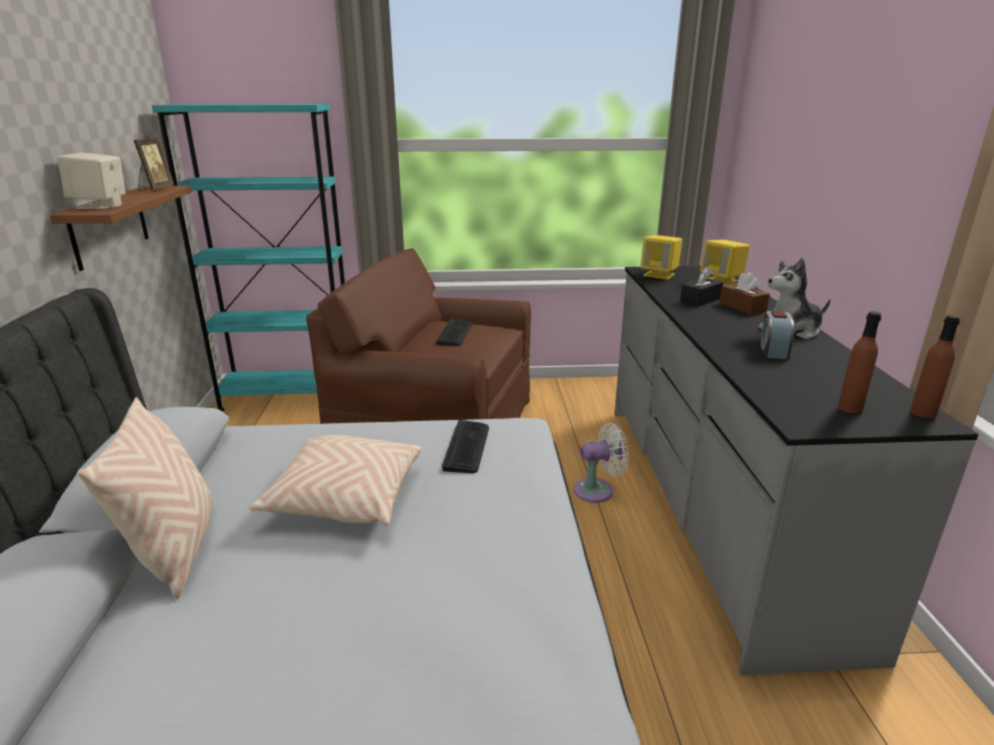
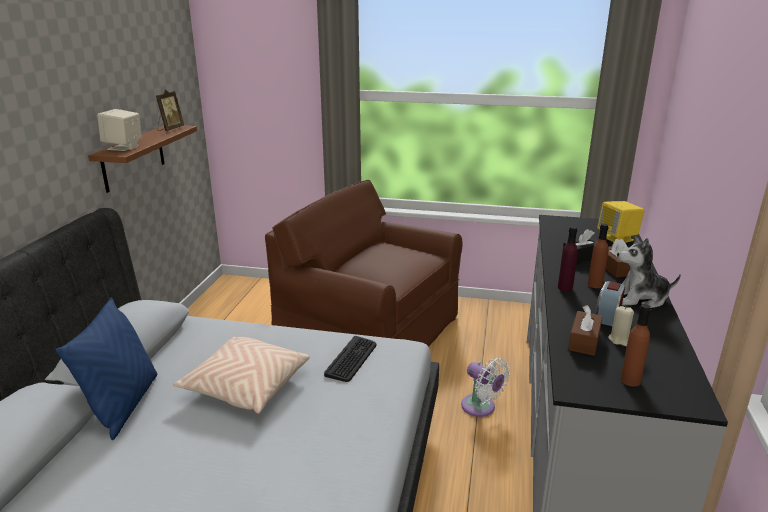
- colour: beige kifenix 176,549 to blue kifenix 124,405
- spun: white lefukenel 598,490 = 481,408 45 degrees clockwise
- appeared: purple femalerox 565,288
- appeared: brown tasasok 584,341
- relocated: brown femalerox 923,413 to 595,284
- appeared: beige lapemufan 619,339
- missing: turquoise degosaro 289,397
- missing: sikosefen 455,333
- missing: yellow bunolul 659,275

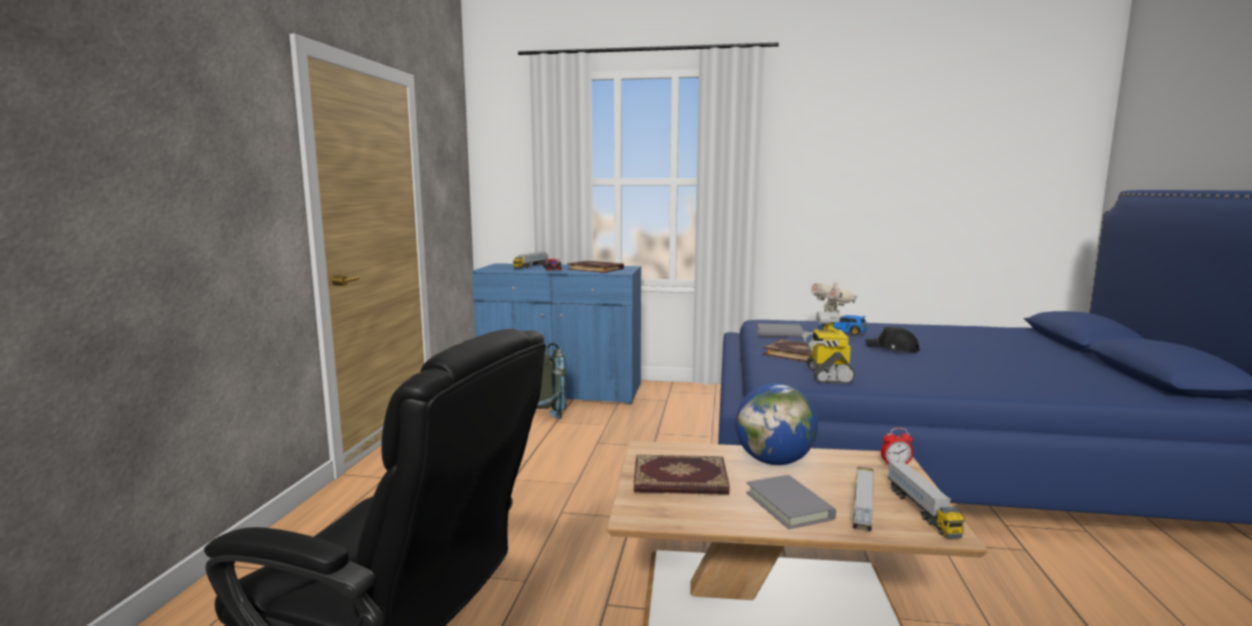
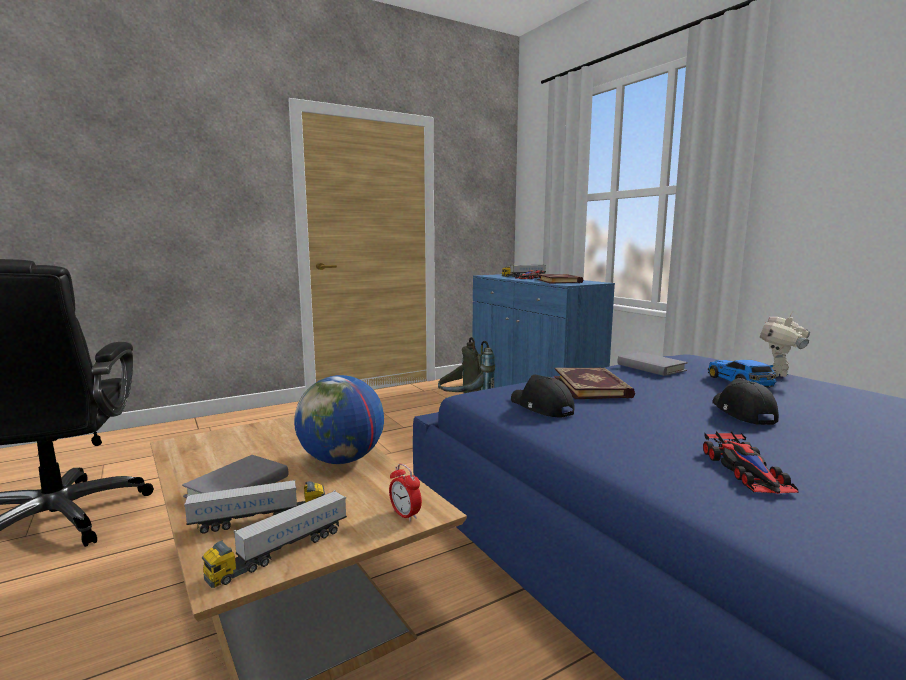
- exchanged: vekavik 827,375 to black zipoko 541,407
- appeared: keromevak 746,470
- missing: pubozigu 680,480

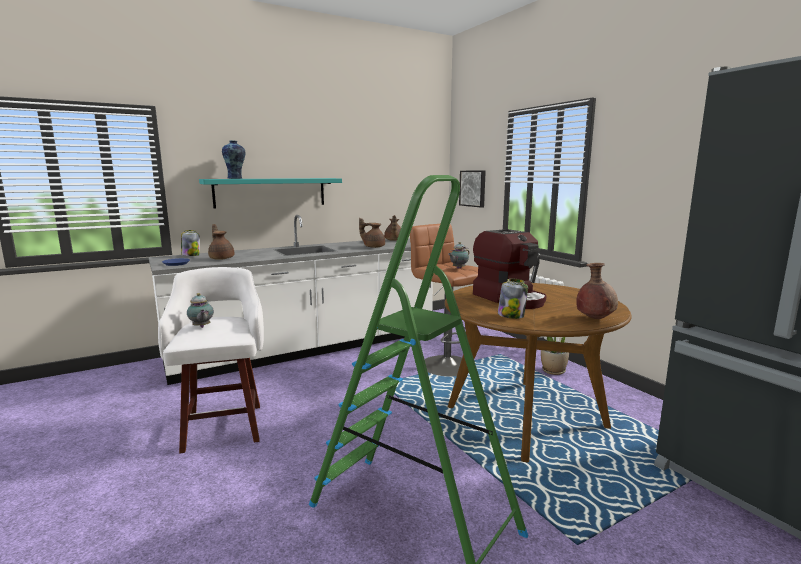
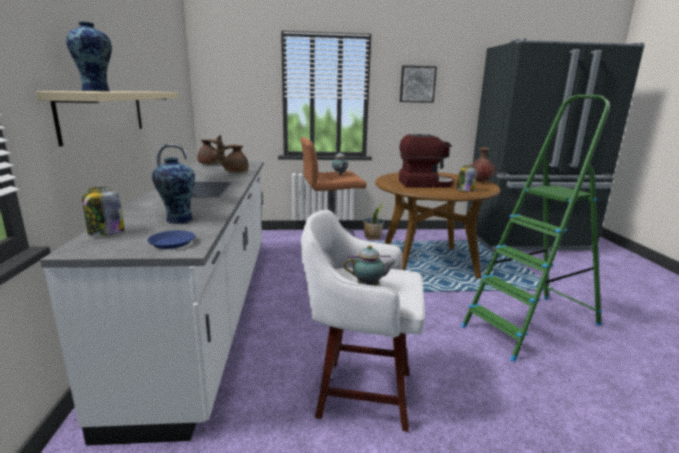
- colour: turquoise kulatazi 270,192 to beige kulatazi 104,113
- exchanged: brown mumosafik 221,258 to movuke 178,220
- relocated: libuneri 473,188 to 417,84

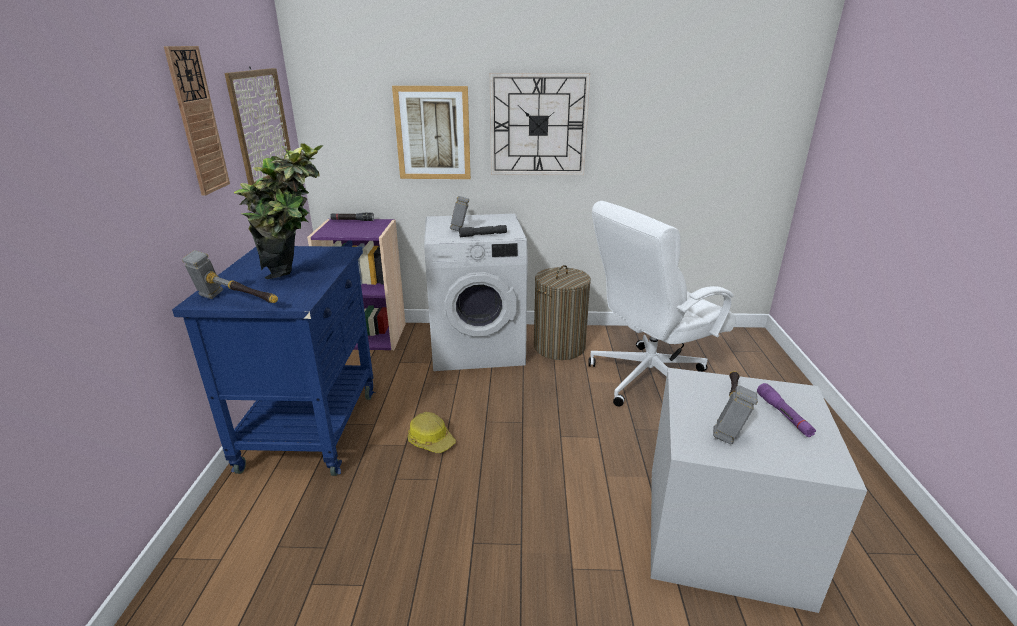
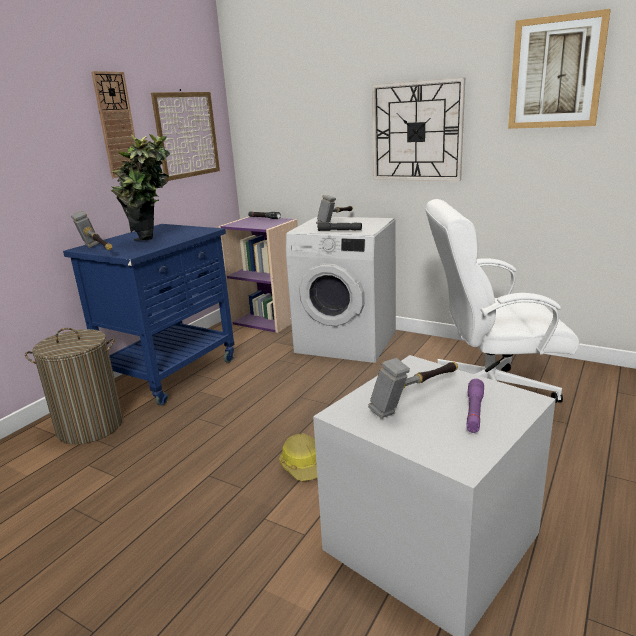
- relocated: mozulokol 559,347 to 90,426
- relocated: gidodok 431,440 to 304,466
- relocated: libuneri 433,133 to 556,73

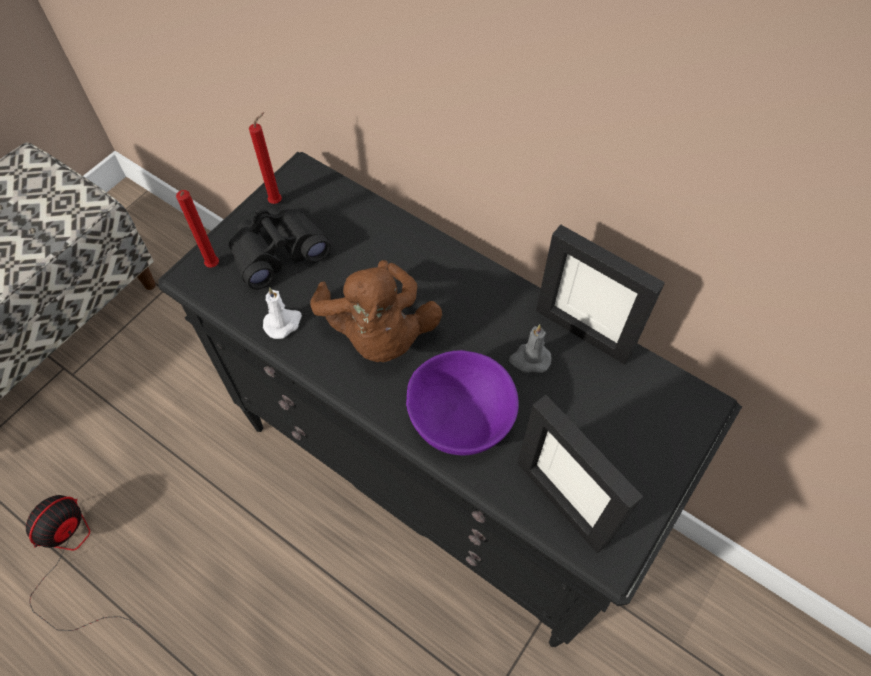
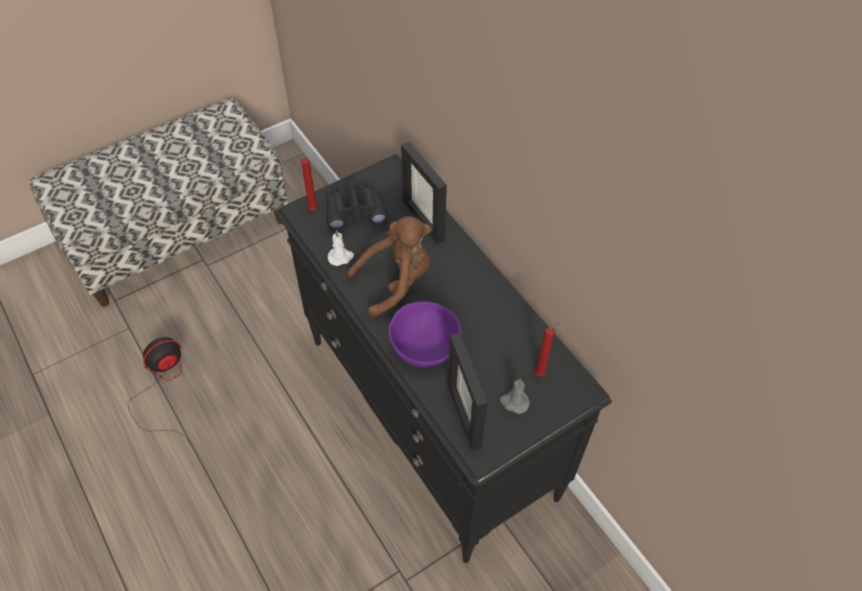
- spun: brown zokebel 378,333 = 396,281 120 degrees counterclockwise
- relocated: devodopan 584,331 to 424,220
- relocated: grey lapemufan 529,359 to 514,402
- relocated: red lapemufan 277,201 to 541,373

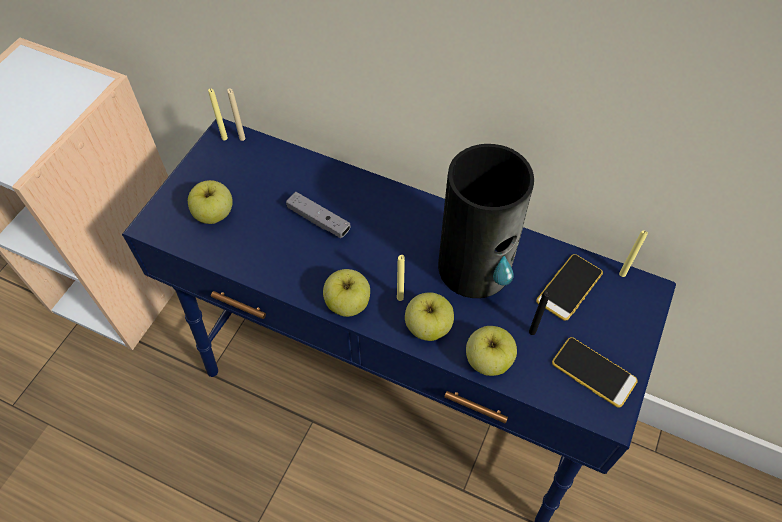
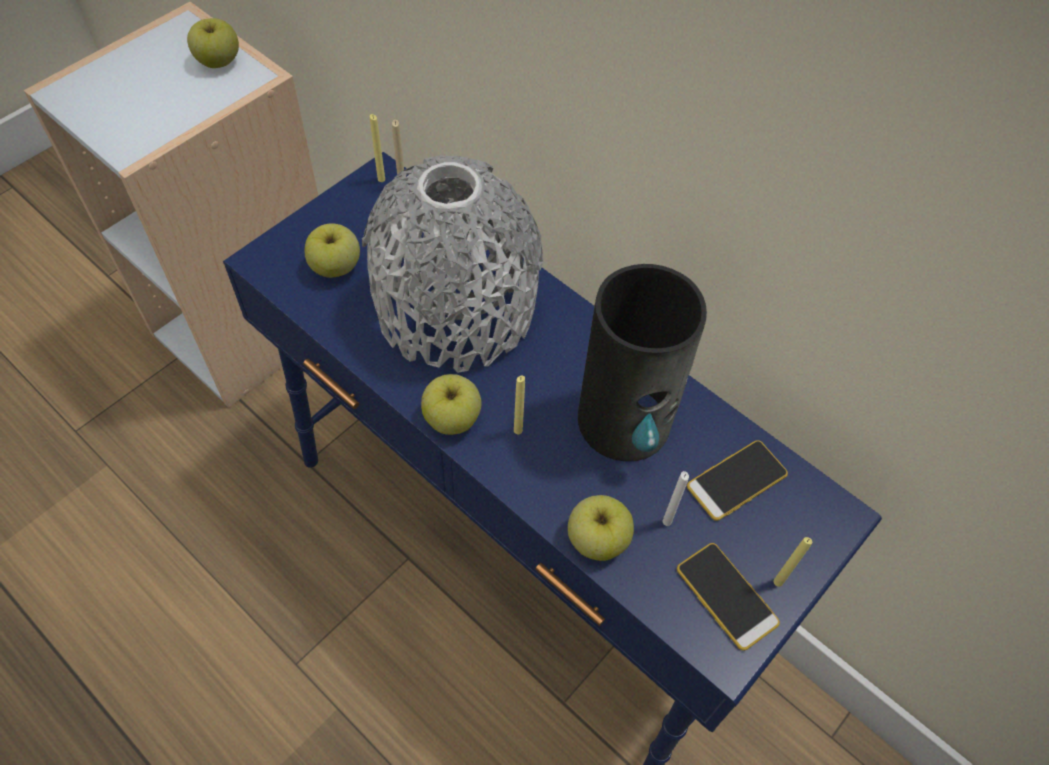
- relocated: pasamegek 428,327 to 218,61
- exchanged: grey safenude 318,220 to grey movuke 455,308
- colour: black lapemufan 532,332 to white lapemufan 667,521
- relocated: yellow lapemufan 622,274 to 778,582

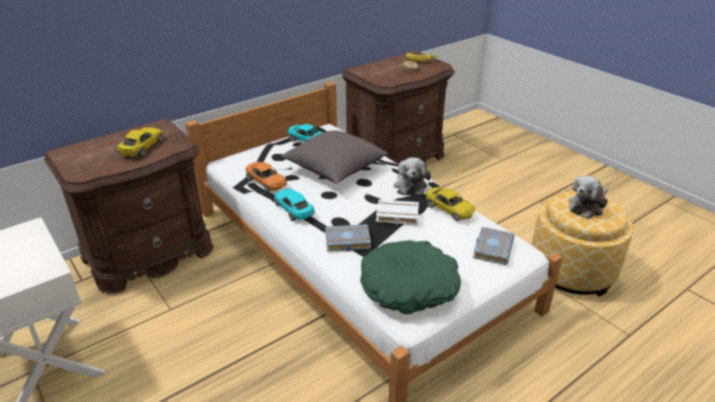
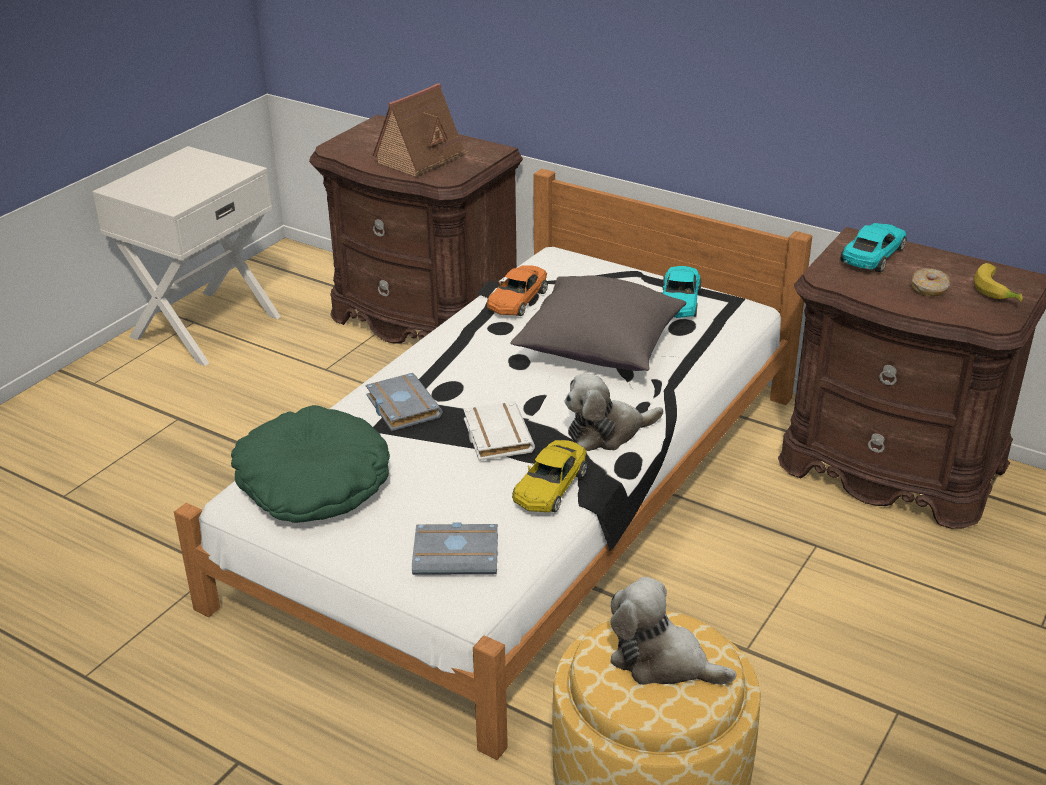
- exchanged: yellow keromevak 142,147 to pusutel 422,158
- relocated: turquoise keromevak 294,209 to 872,256

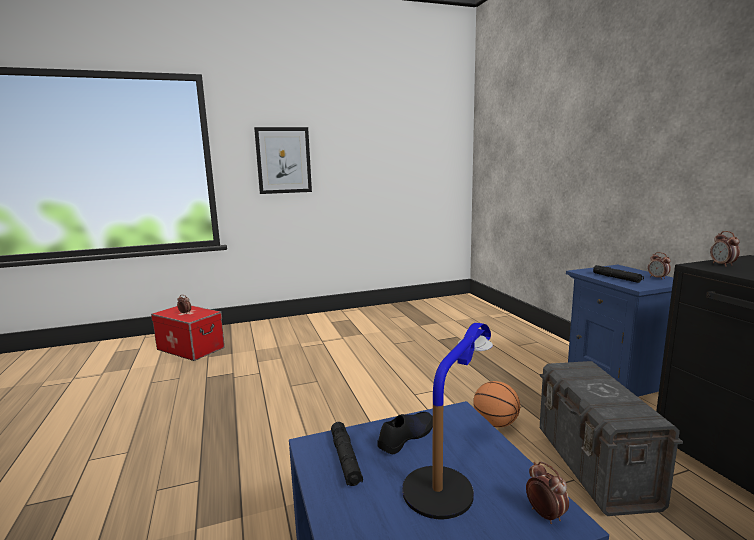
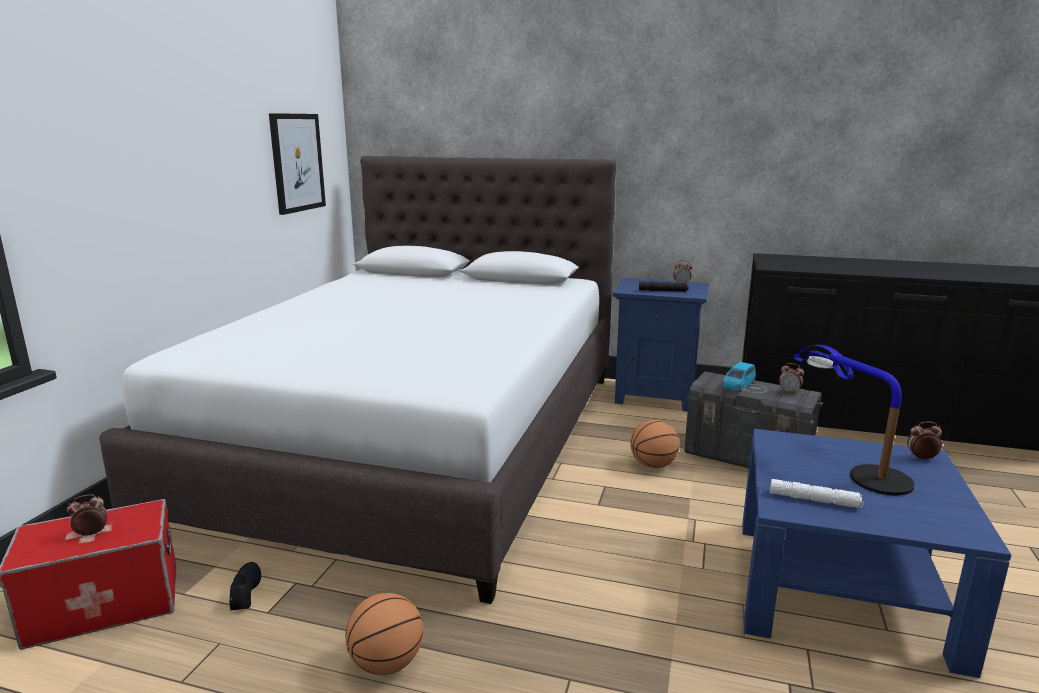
- appeared: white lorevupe 419,439
- relocated: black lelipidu 406,437 to 244,591
- relocated: libuneri 283,160 to 297,162
- appeared: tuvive 386,663
- appeared: blue keromevak 738,385
- colour: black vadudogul 345,459 to white vadudogul 814,500
- relocated: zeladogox 722,265 to 789,392

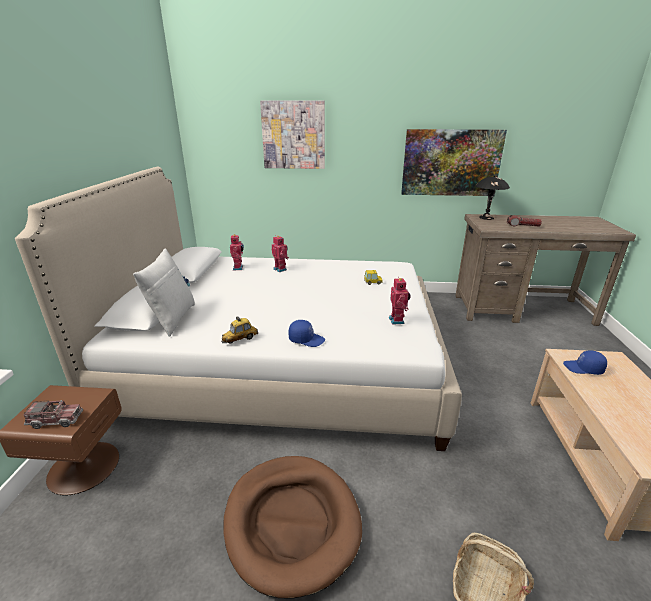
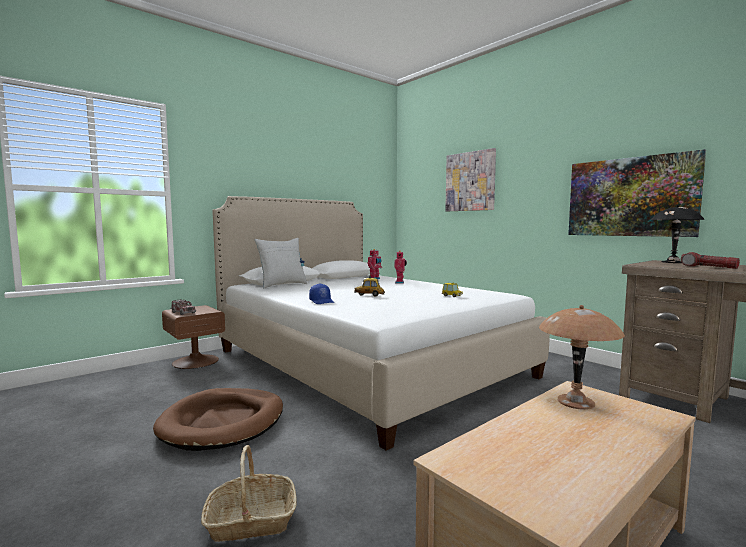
- relocated: keromevak 240,339 to 369,295
- exchanged: blue zipoko 583,368 to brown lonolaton 576,402
- missing: vekavik 397,320

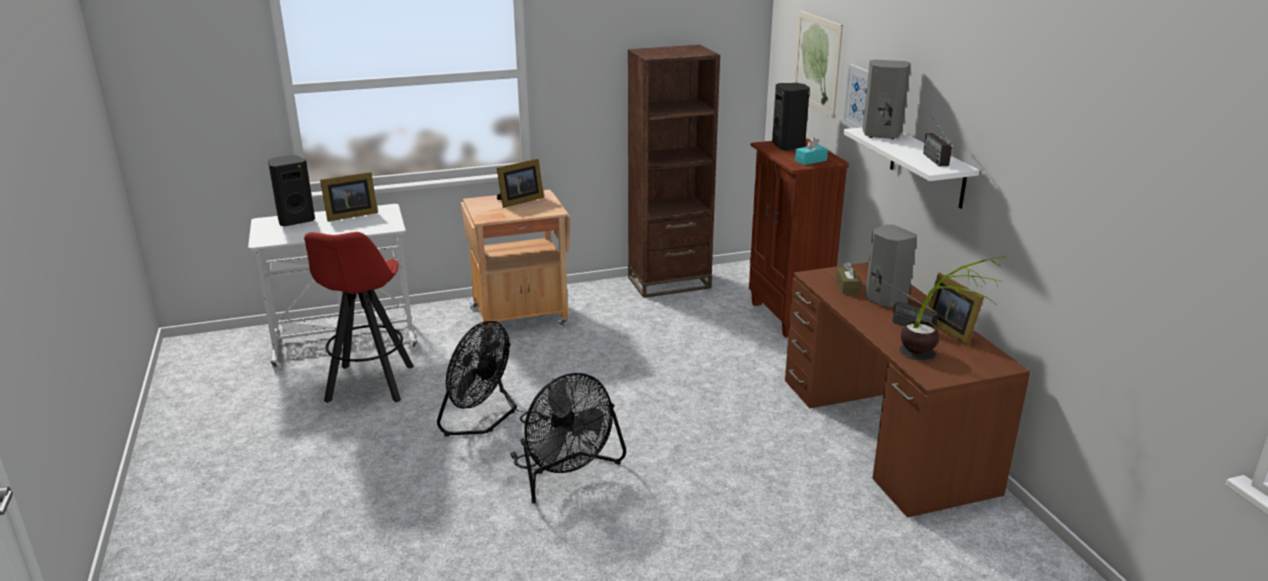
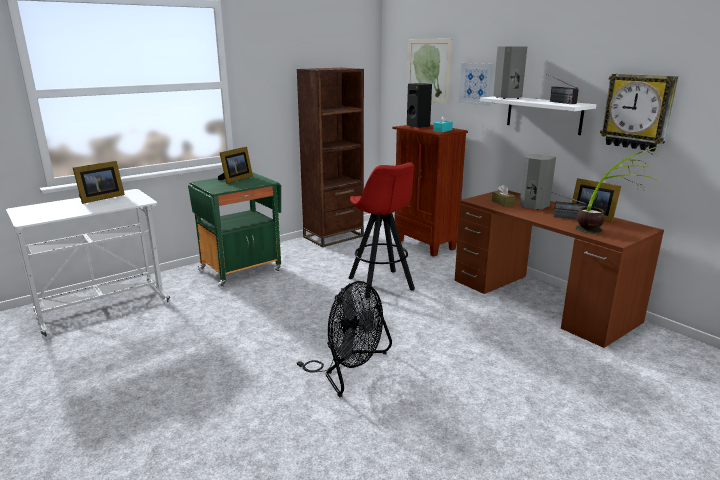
- colour: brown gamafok 520,317 to green gamafok 241,270
- relocated: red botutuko 369,385 to 381,284
- appeared: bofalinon 637,112
- missing: black bunolul 295,220
- missing: black lefukenel 493,416

